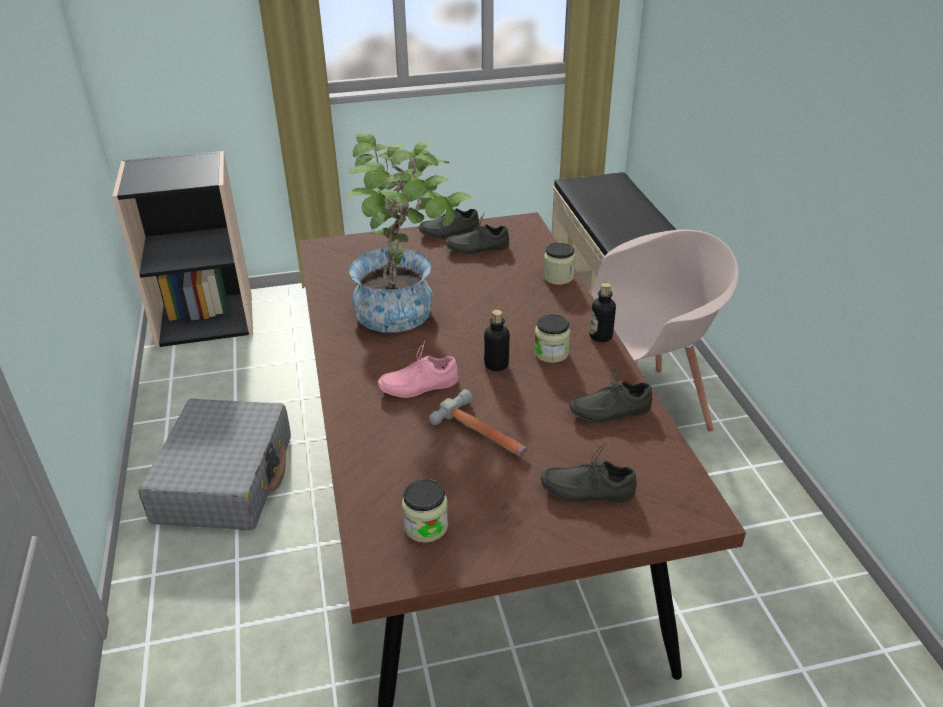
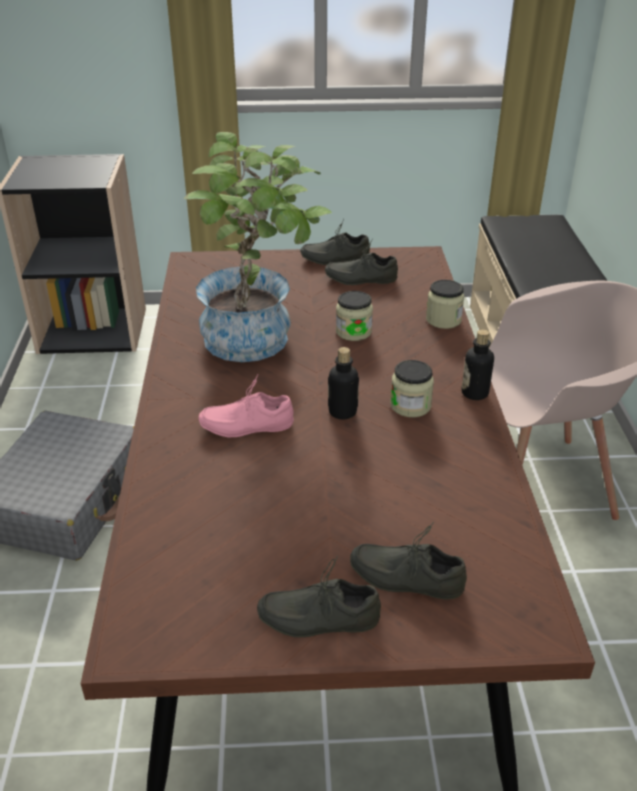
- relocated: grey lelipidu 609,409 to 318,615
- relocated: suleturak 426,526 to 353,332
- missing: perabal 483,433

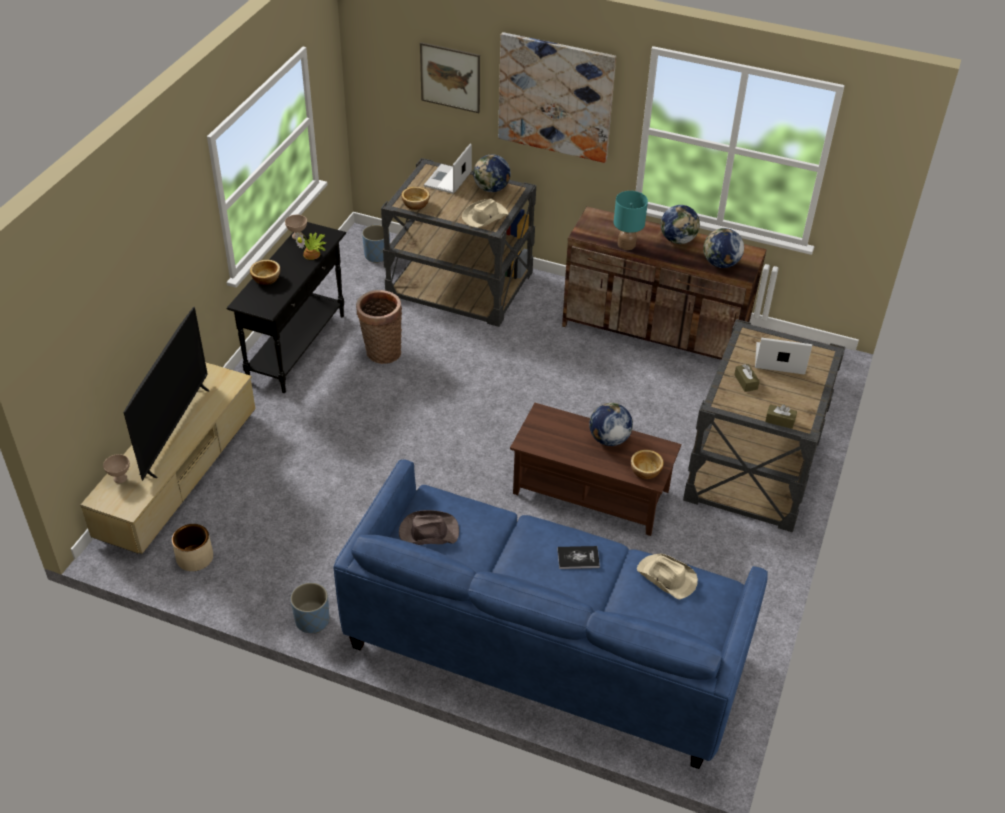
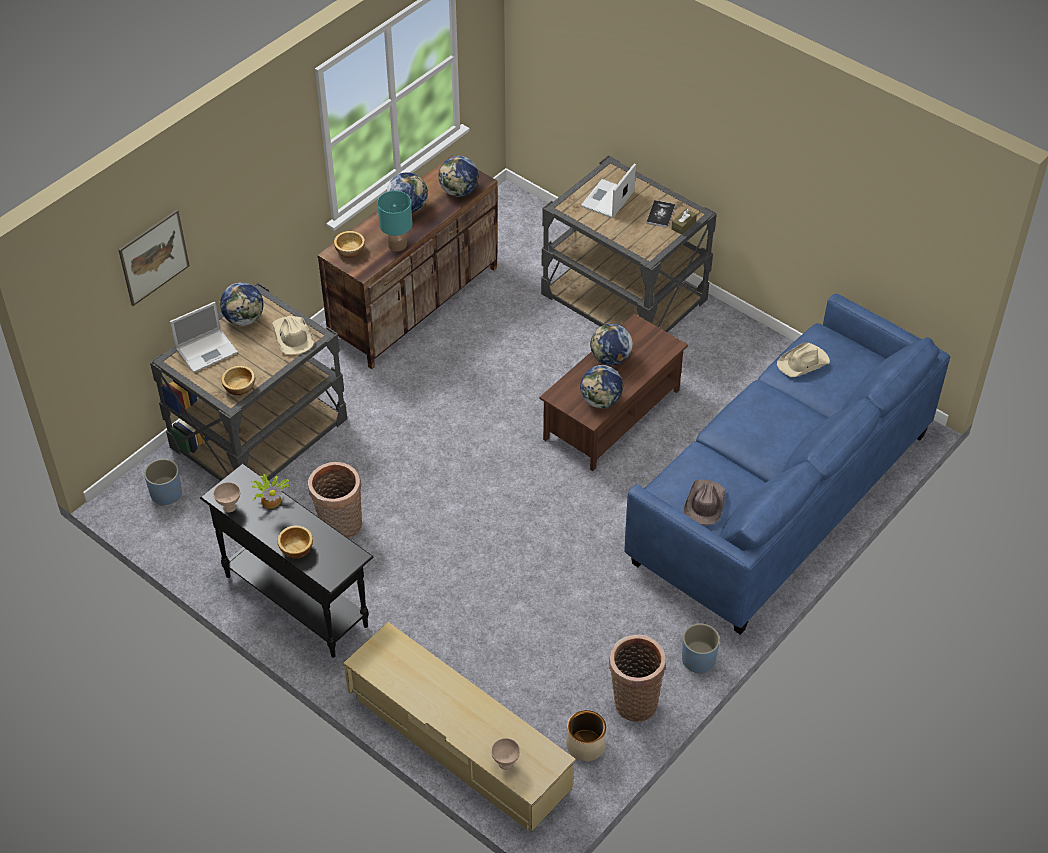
- spun: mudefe 447,180 = 207,350 75 degrees counterclockwise
- relocated: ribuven 646,471 to 350,251
- appeared: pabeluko 601,401
- appeared: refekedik 633,700
- relocated: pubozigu 578,558 to 660,214
- missing: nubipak 175,431
- missing: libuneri 555,97
- missing: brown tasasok 745,382

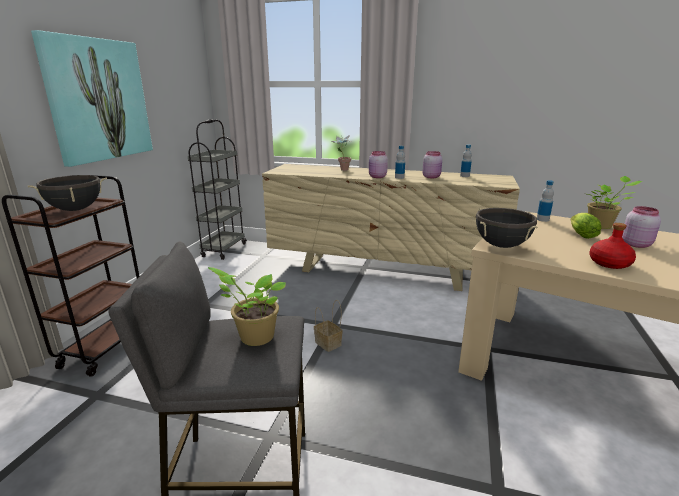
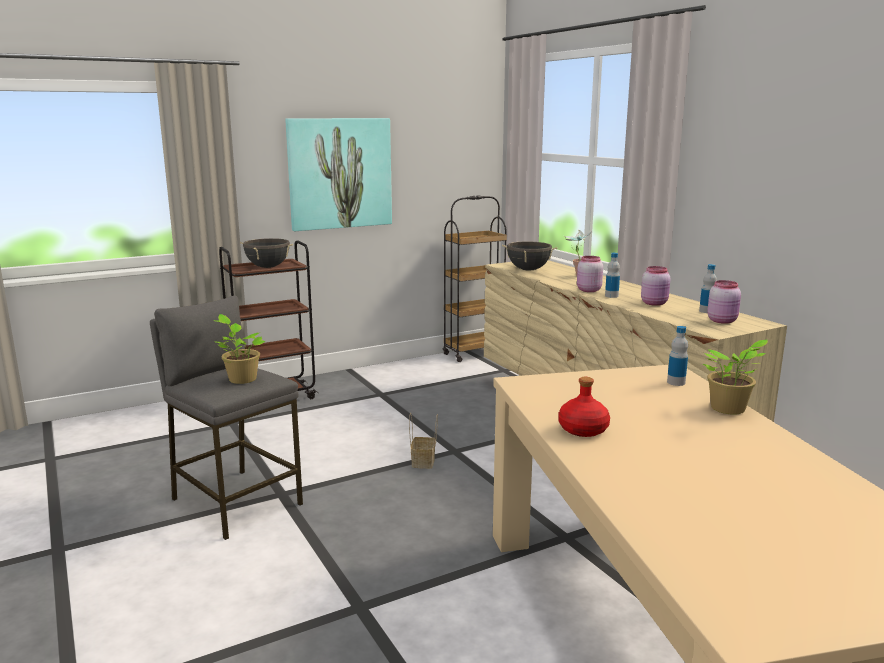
- colour: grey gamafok 224,250 to brown gamafok 474,354
- relocated: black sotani 501,245 to 528,270
- relocated: pink suleturak 636,244 to 723,321
- missing: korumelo 580,235

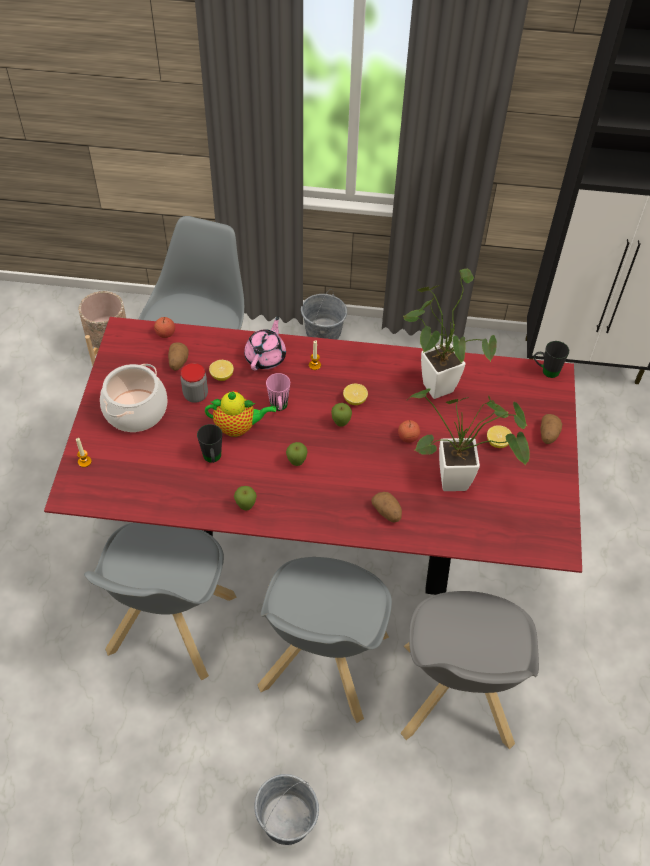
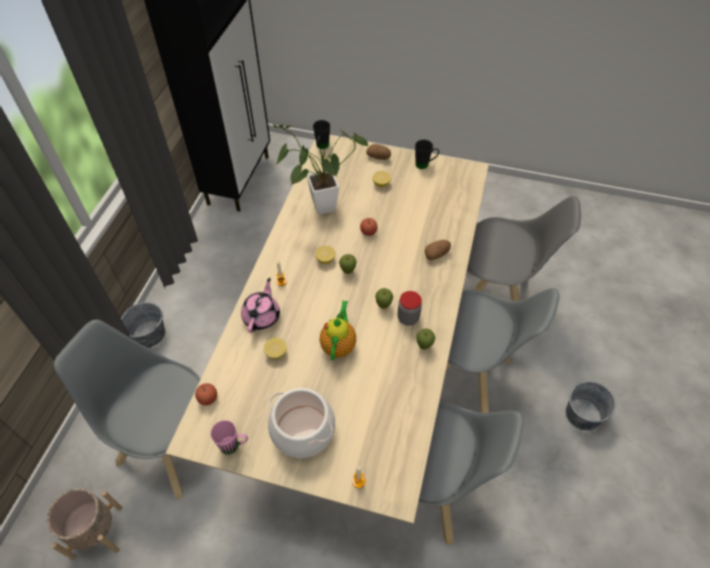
- colour: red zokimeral 321,532 to beige zokimeral 354,363
- relocated: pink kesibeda 279,408 to 234,446
- spun: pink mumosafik 266,357 = 262,316 75 degrees clockwise
- relocated: suleturak 195,395 to 408,318
- relocated: black kesibeda 212,459 to 425,164
- missing: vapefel 178,362
- missing: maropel 461,481

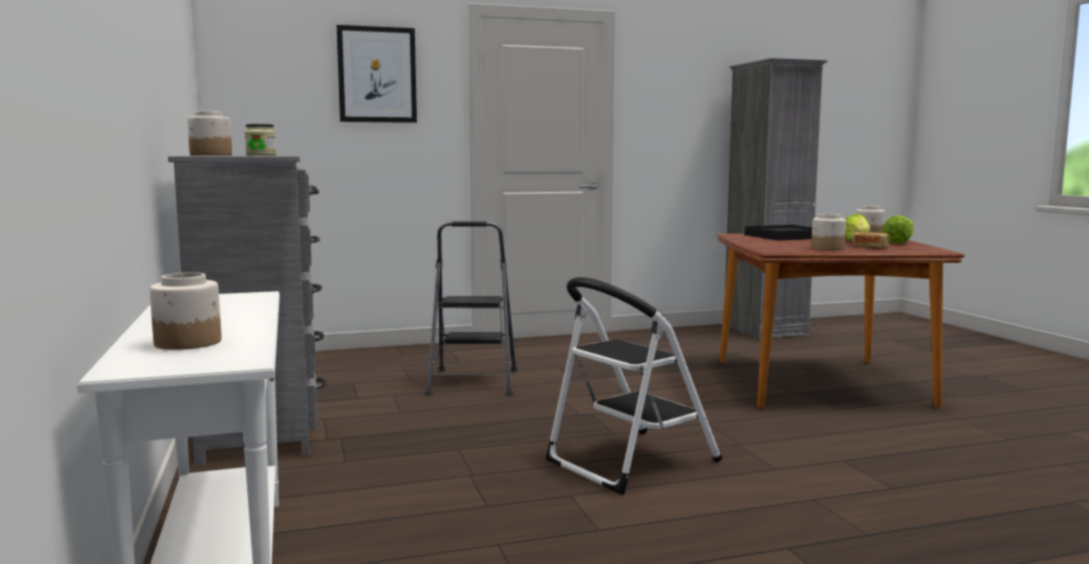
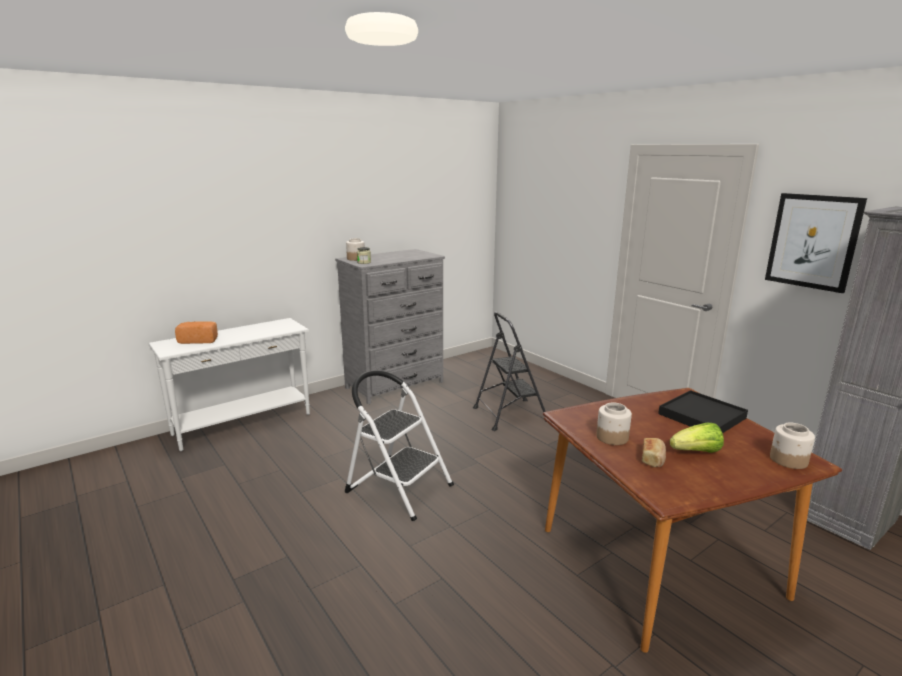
- exchanged: suleturak 189,342 to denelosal 199,340
- relocated: libuneri 377,75 to 813,241
- missing: korumelo 899,242

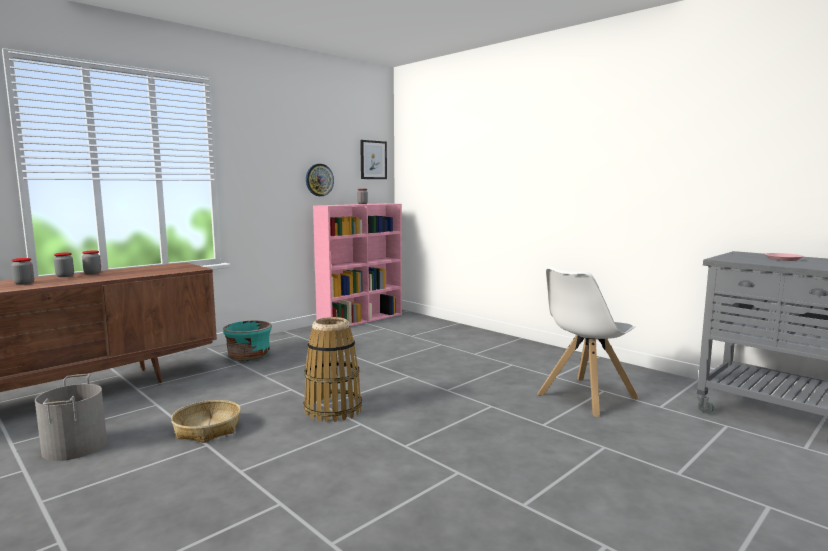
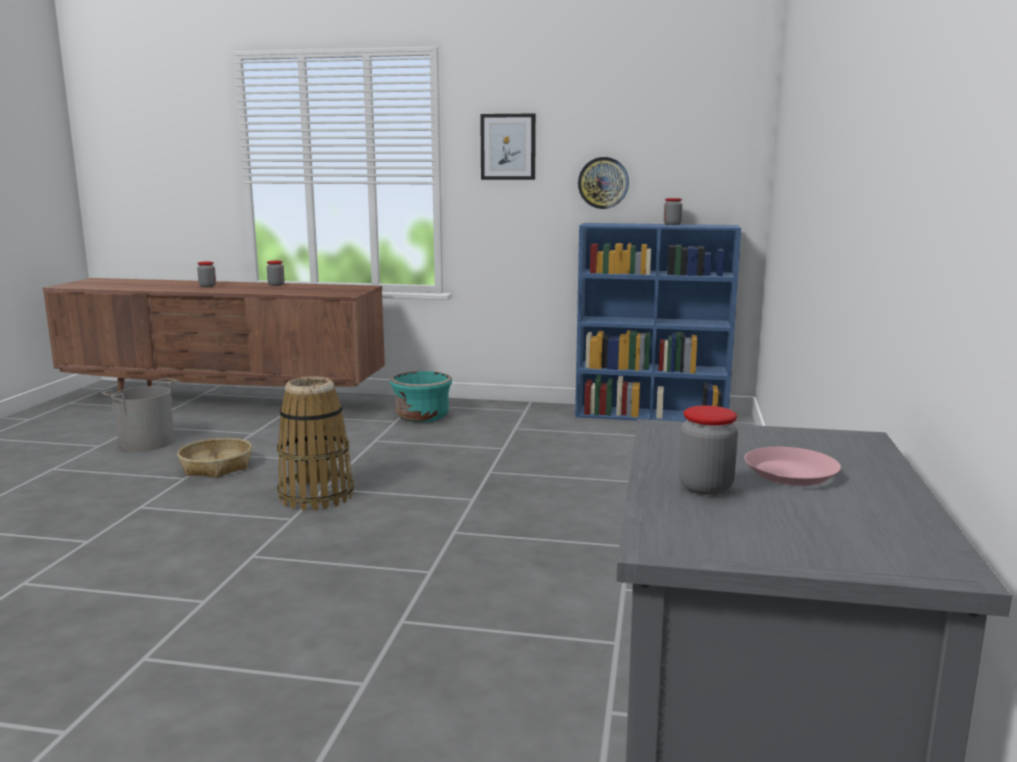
- relocated: libuneri 373,160 to 508,147
- colour: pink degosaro 361,319 to blue degosaro 652,415
- relocated: suleturak 65,276 to 705,487
- missing: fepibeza 585,397

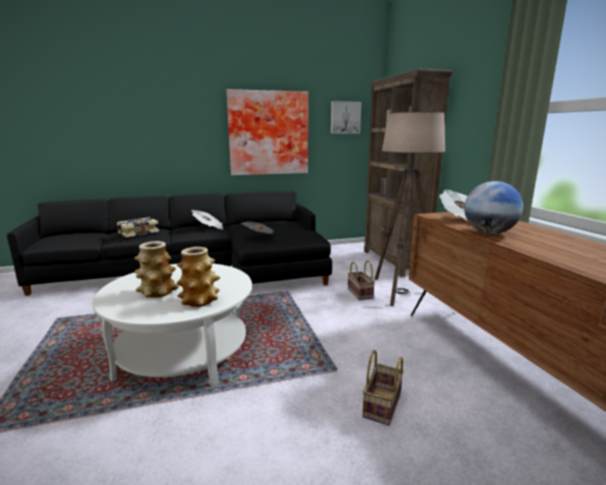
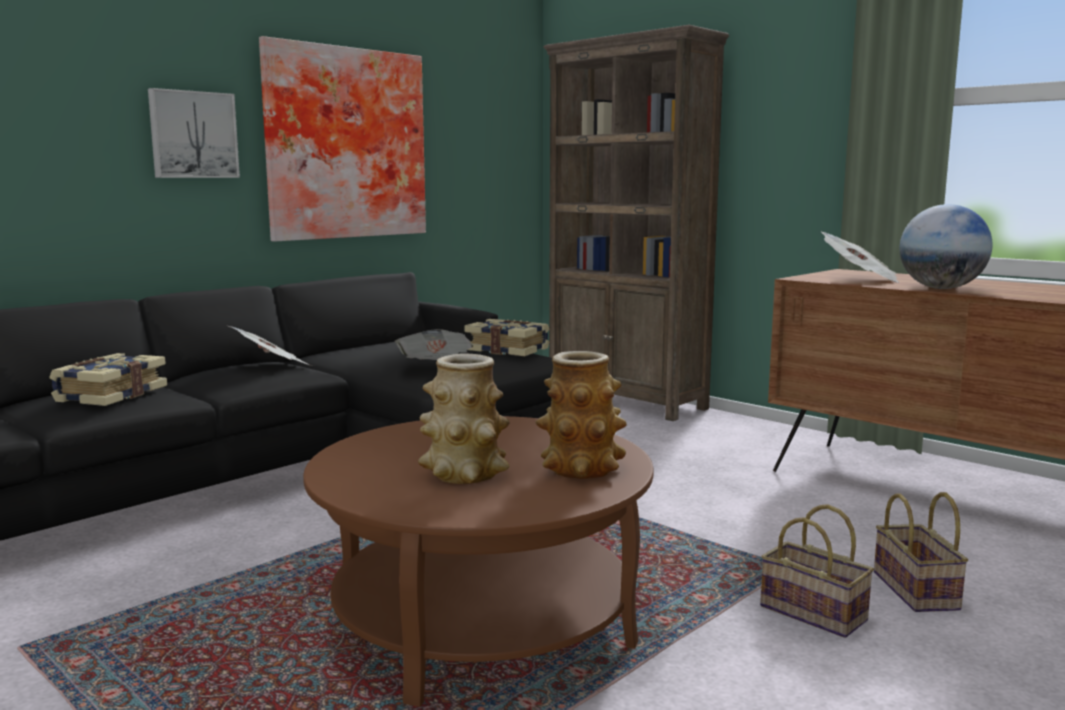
- relocated: libuneri 345,117 to 193,135
- colour: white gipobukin 183,352 to brown gipobukin 482,619
- appeared: pubozigu 508,350
- relocated: refekedik 361,293 to 816,613
- missing: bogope 401,291

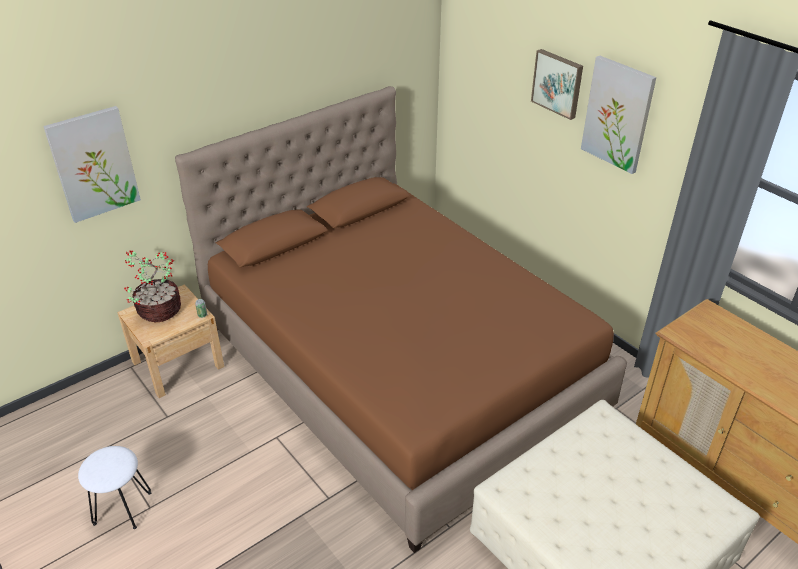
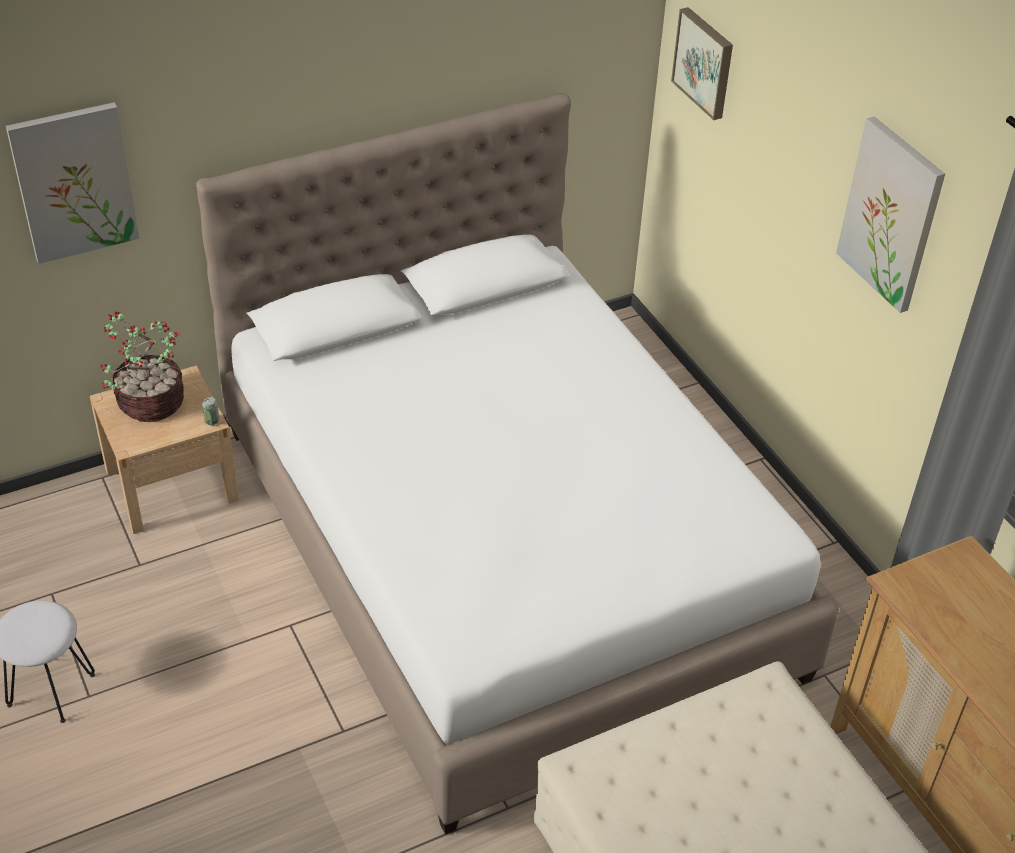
- colour: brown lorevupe 398,367 to white lorevupe 502,547
- relocated: libuneri 558,83 to 705,62

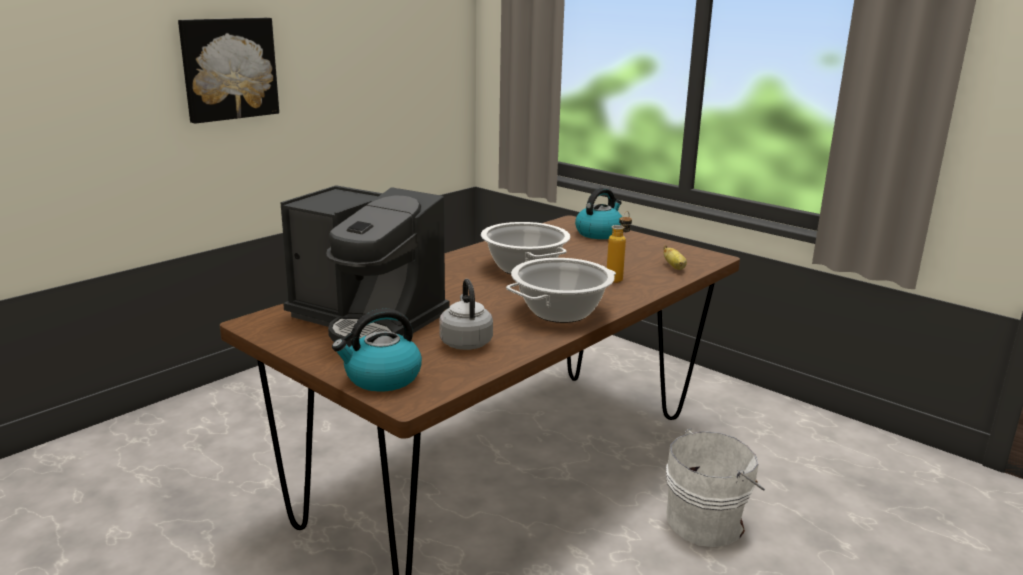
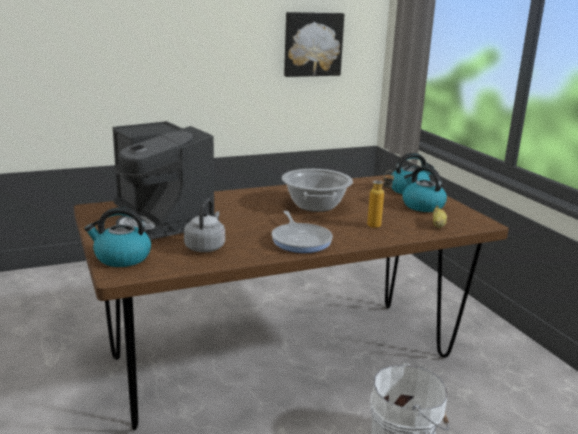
- exchanged: sotani 561,312 to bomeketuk 301,240
- relocated: libuneri 228,68 to 312,44
- appeared: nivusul 422,206

